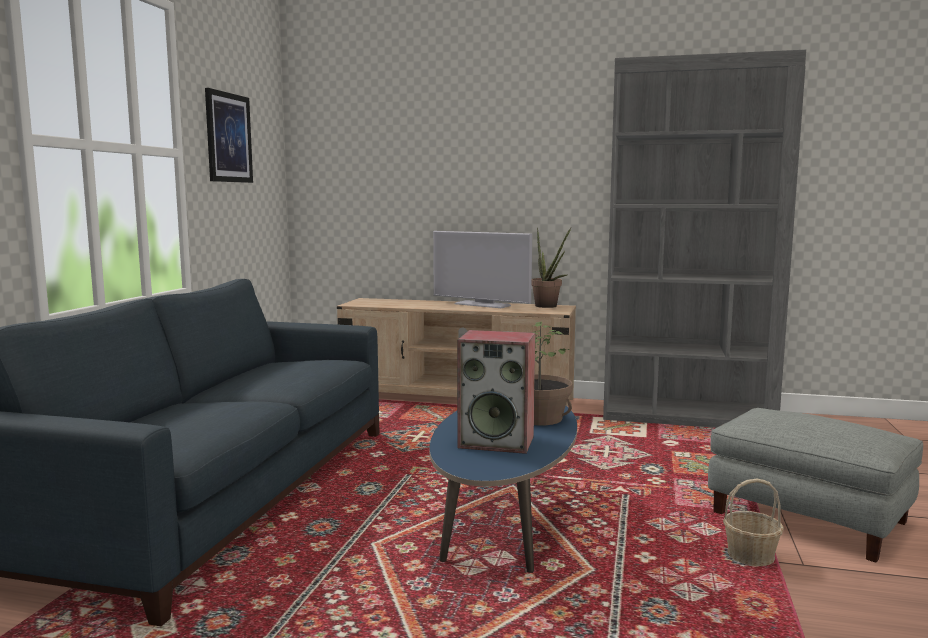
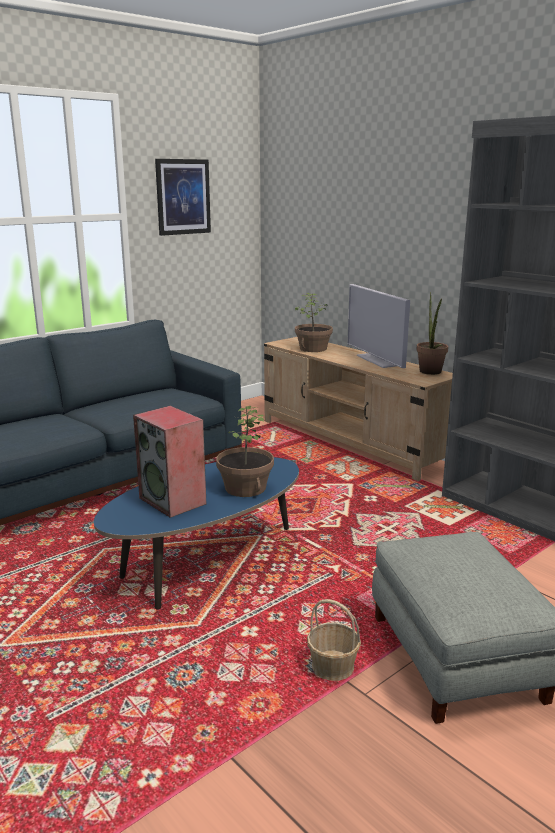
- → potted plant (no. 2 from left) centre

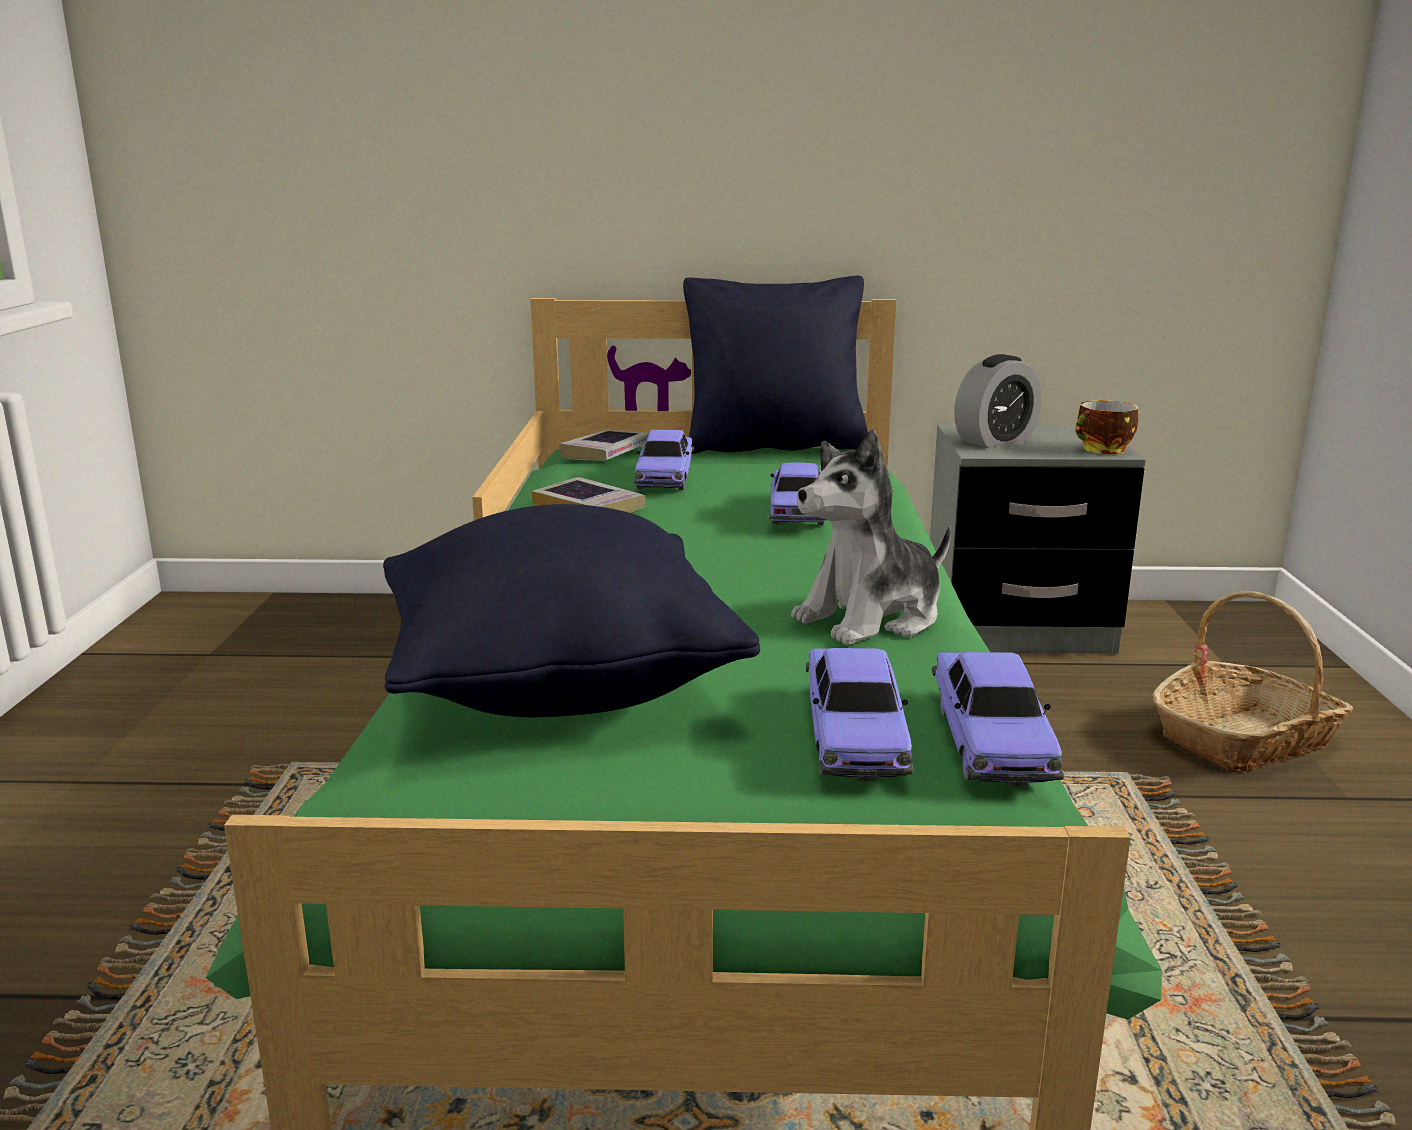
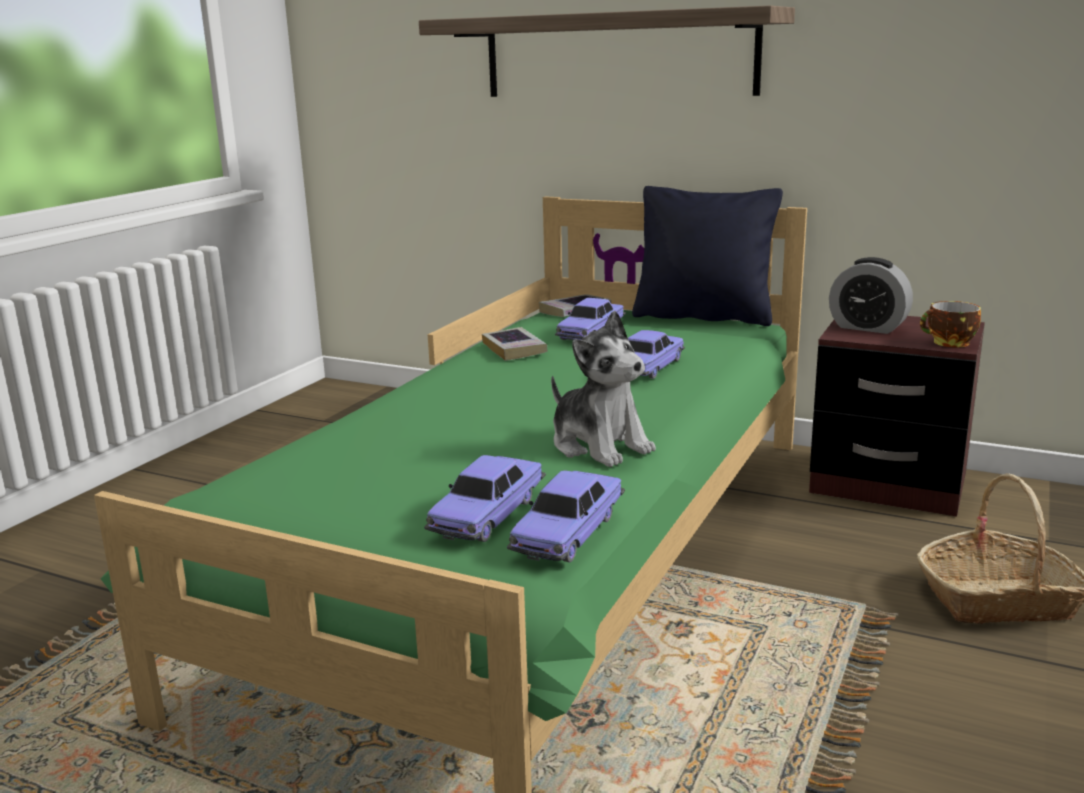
pillow in black (no. 1 from left) centre → -
soft toy centre, 120 degrees counterclockwise
nightstand in greyish middle right → nightstand in brownish middle right
table clock middle right, 45 degrees clockwise
- → bracket shelf top centre

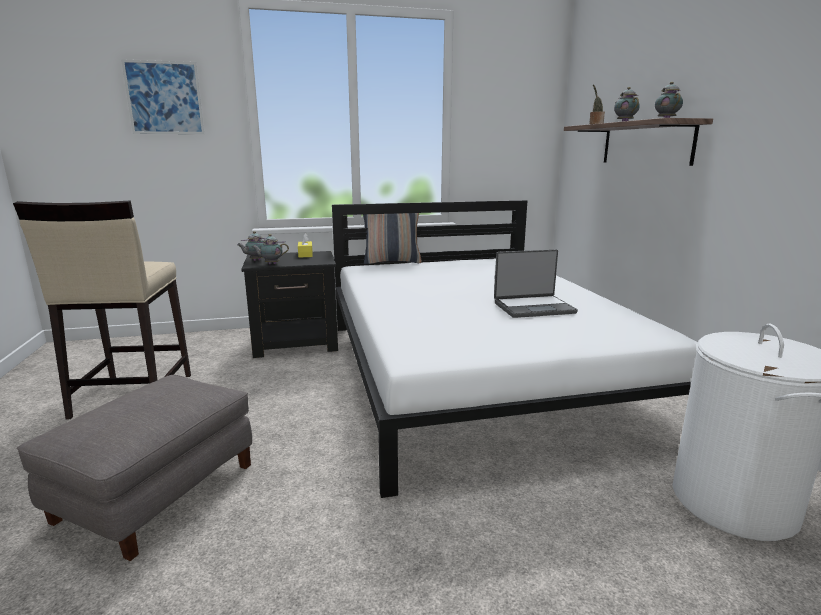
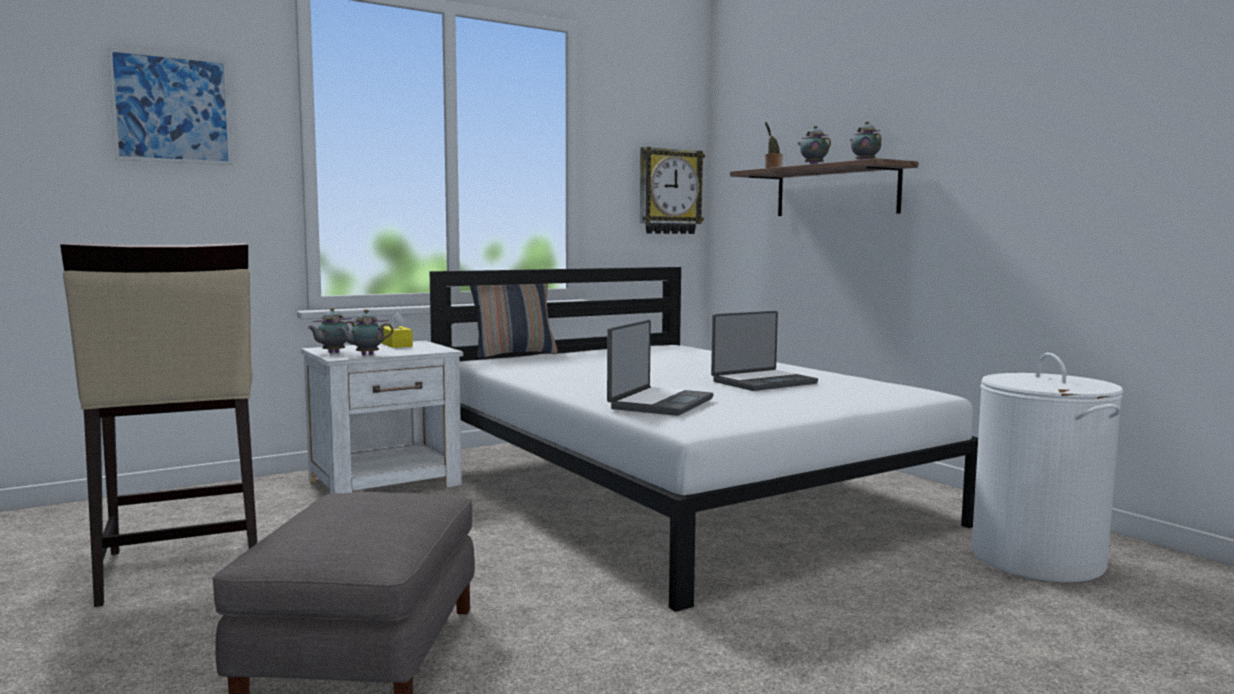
nightstand in black centre → nightstand in white-coloured middle left
- → notebook computer (no. 1 from left) centre
- → wall clock top centre

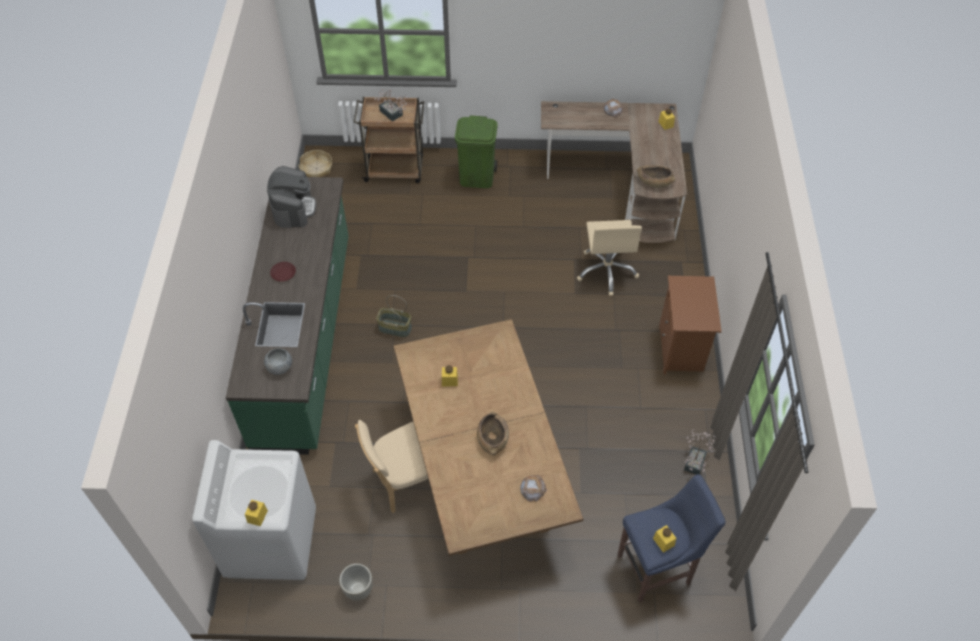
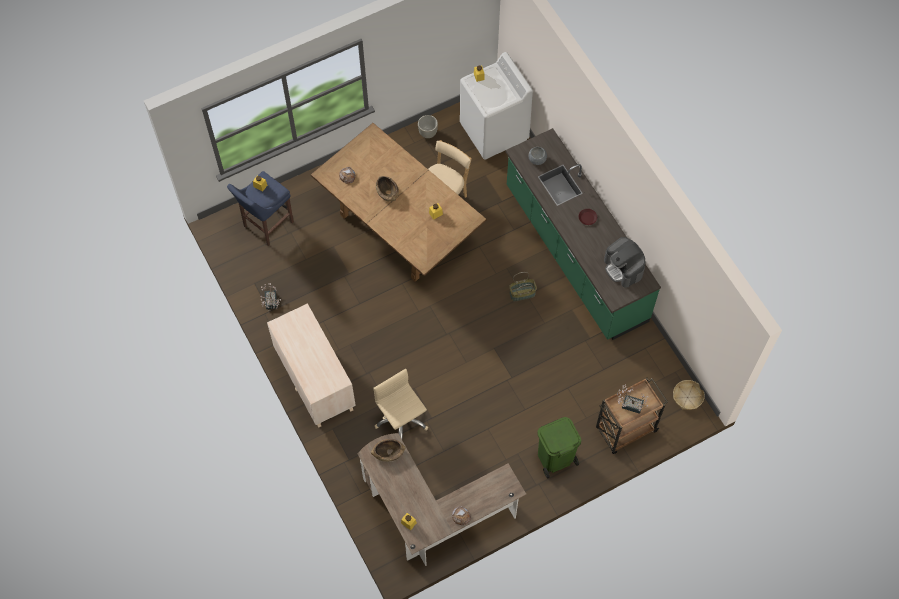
nightstand in brownish middle right → dresser in sand-coloured centre

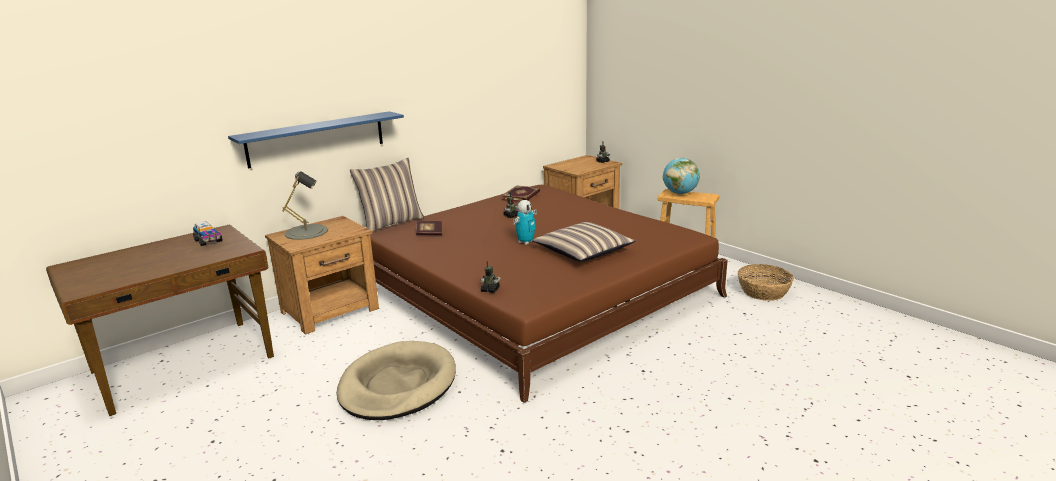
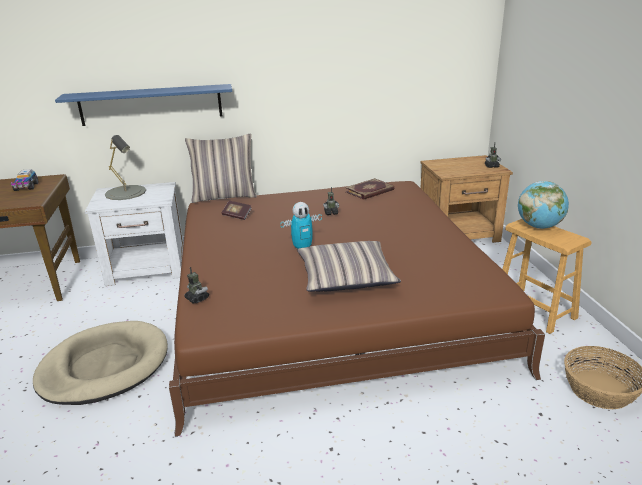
nightstand in brownish (no. 1 from left) middle left → nightstand in white-coloured middle left

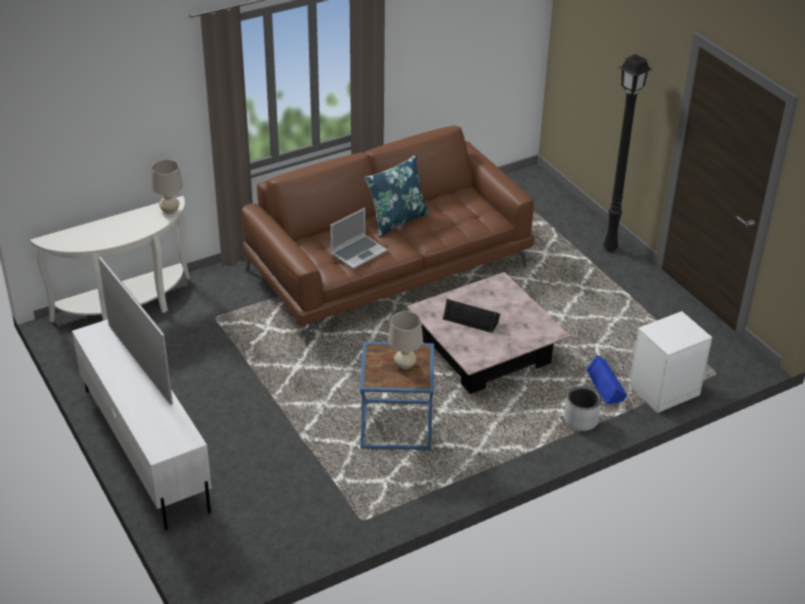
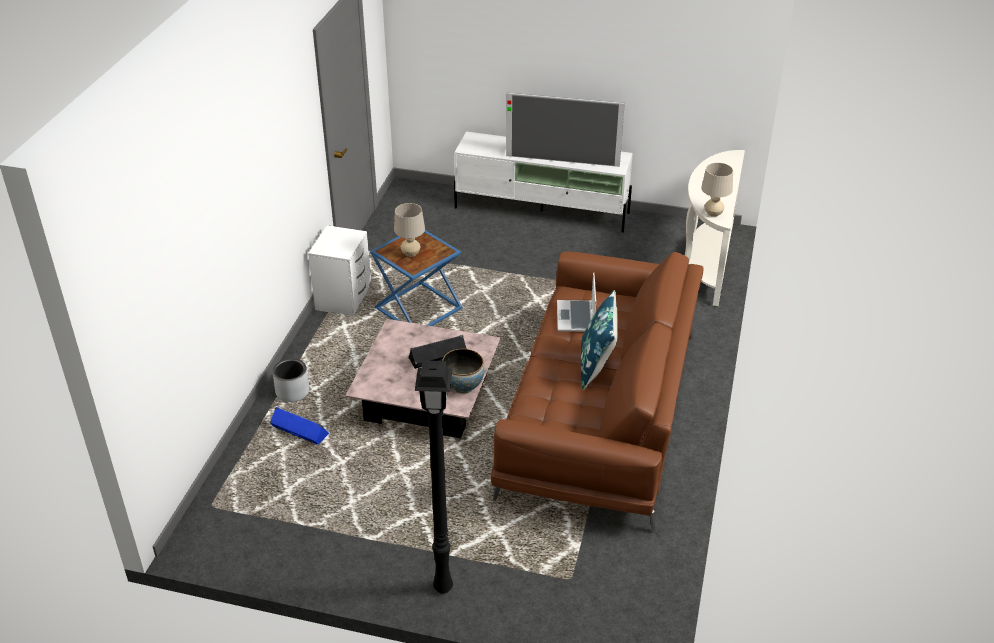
nightstand in white-coloured middle right → nightstand in white-coloured centre, relocated
- → serving bowl centre

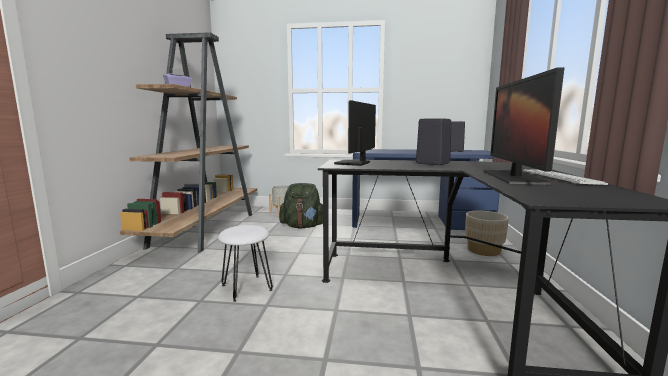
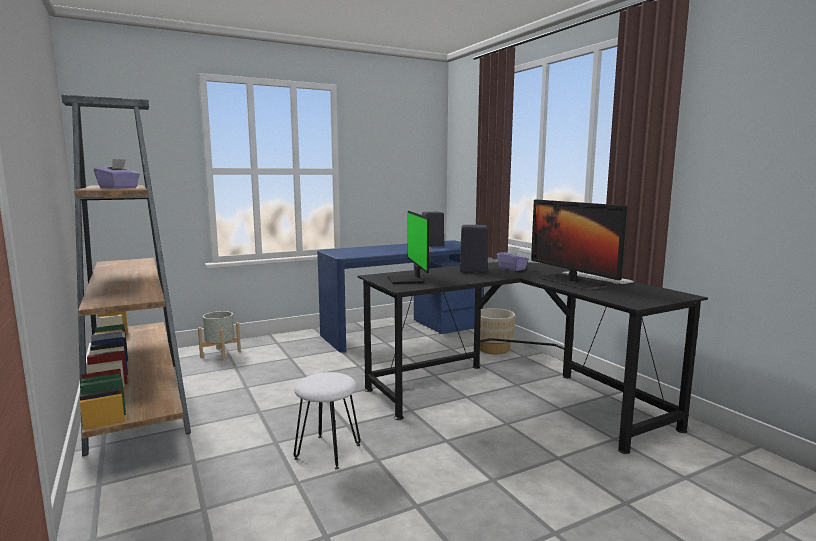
rucksack in greenish centre → -
- → tissue holder in purple (no. 2 from left) centre

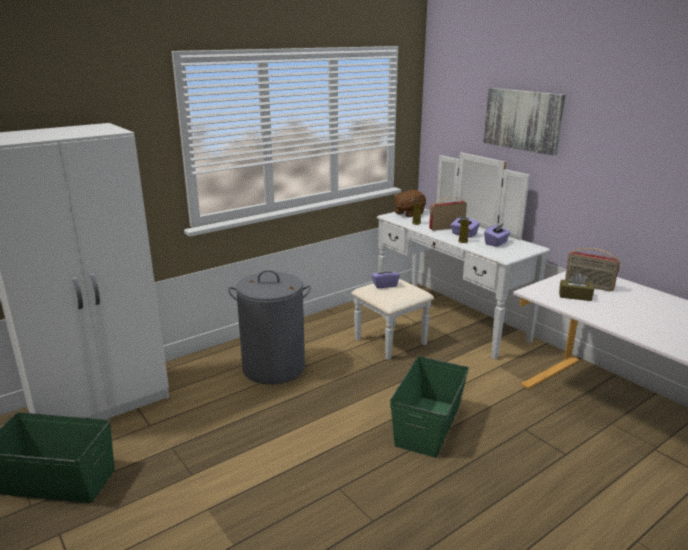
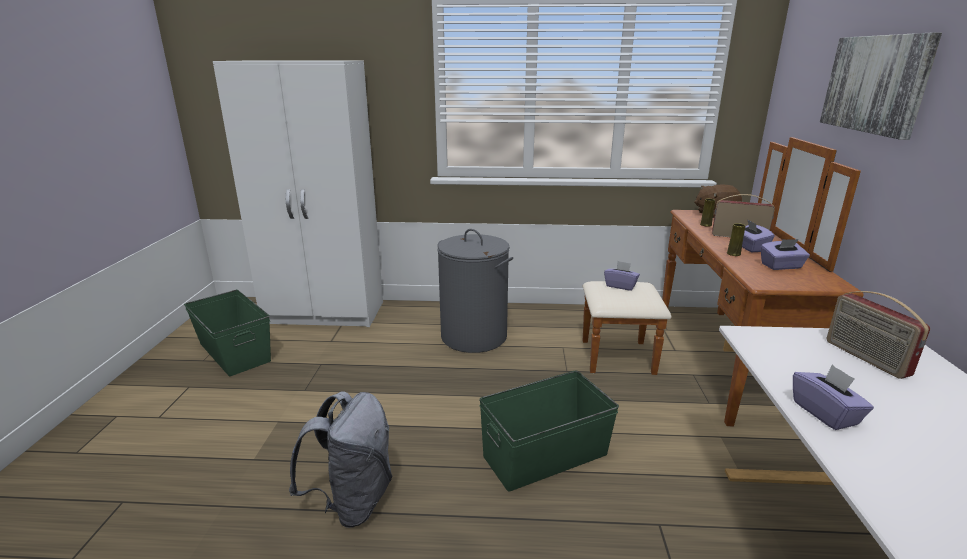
dresser in white-coloured centre → dresser in brownish middle right
tissue holder in brownish middle right → -
- → rucksack in greyish bottom centre
- → tissue holder in purple (no. 4 from left) bottom right

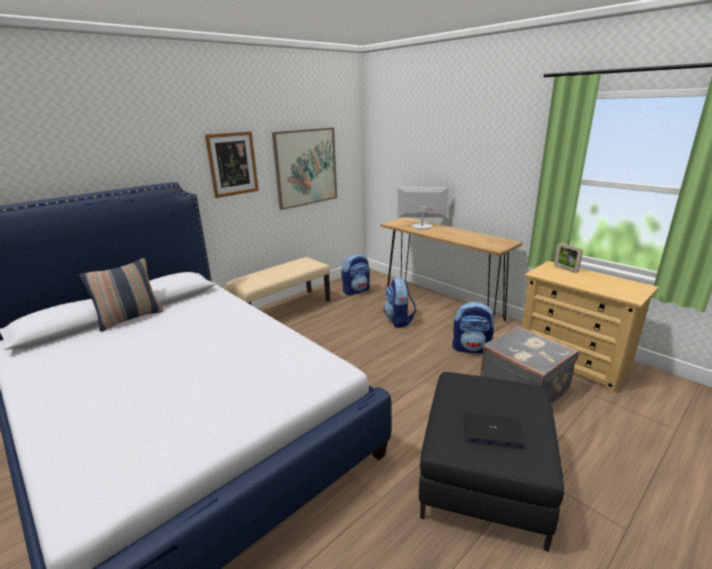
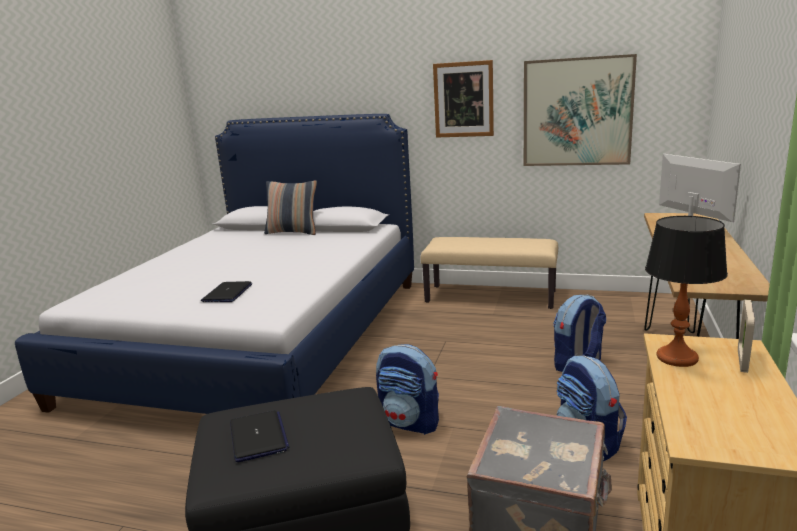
rucksack (no. 1 from left) centre → rucksack (no. 1 from left) bottom centre, relocated
- → notebook computer (no. 1 from left) middle left
- → table lamp middle right

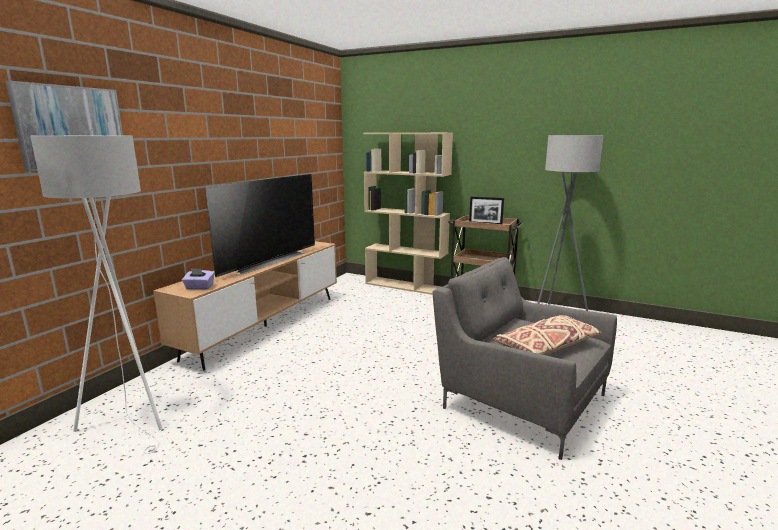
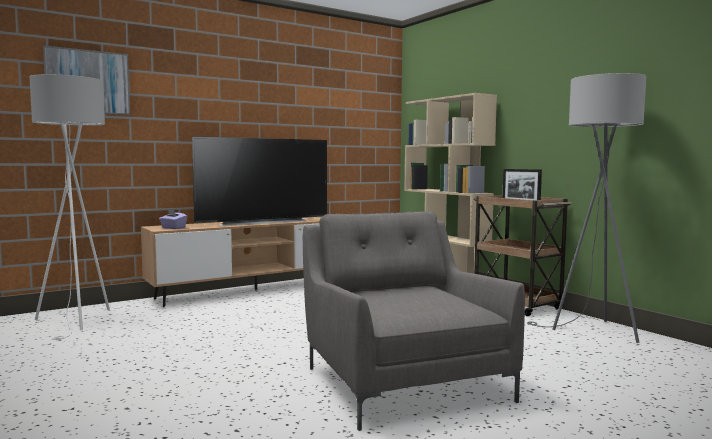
pillow in sand-coloured middle right → -

